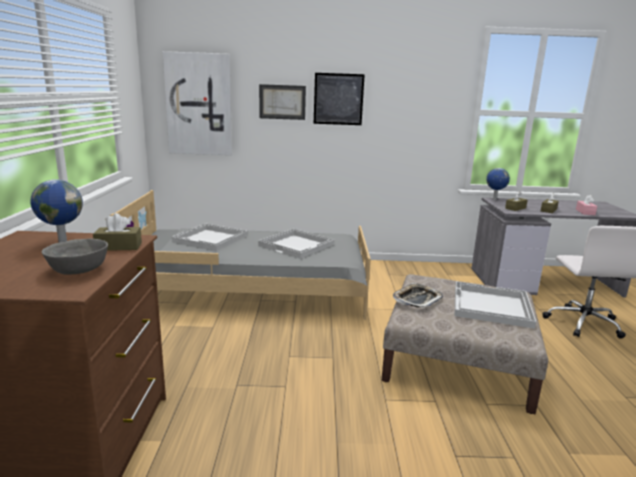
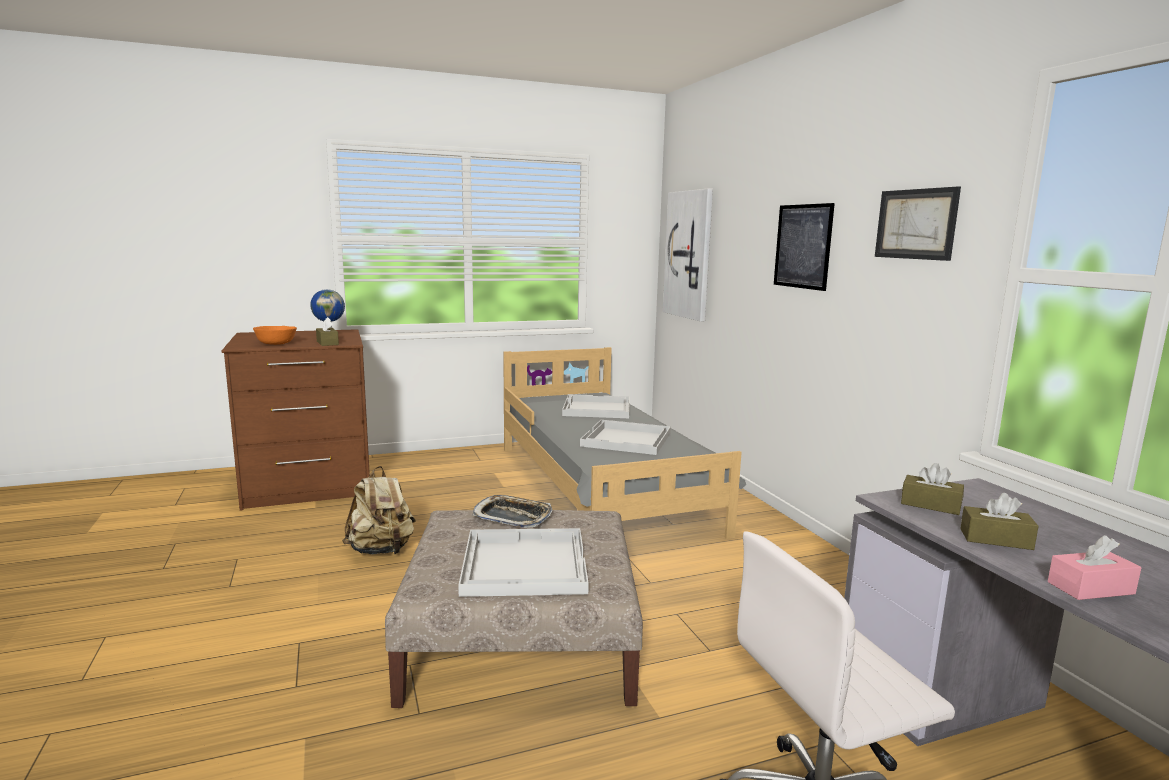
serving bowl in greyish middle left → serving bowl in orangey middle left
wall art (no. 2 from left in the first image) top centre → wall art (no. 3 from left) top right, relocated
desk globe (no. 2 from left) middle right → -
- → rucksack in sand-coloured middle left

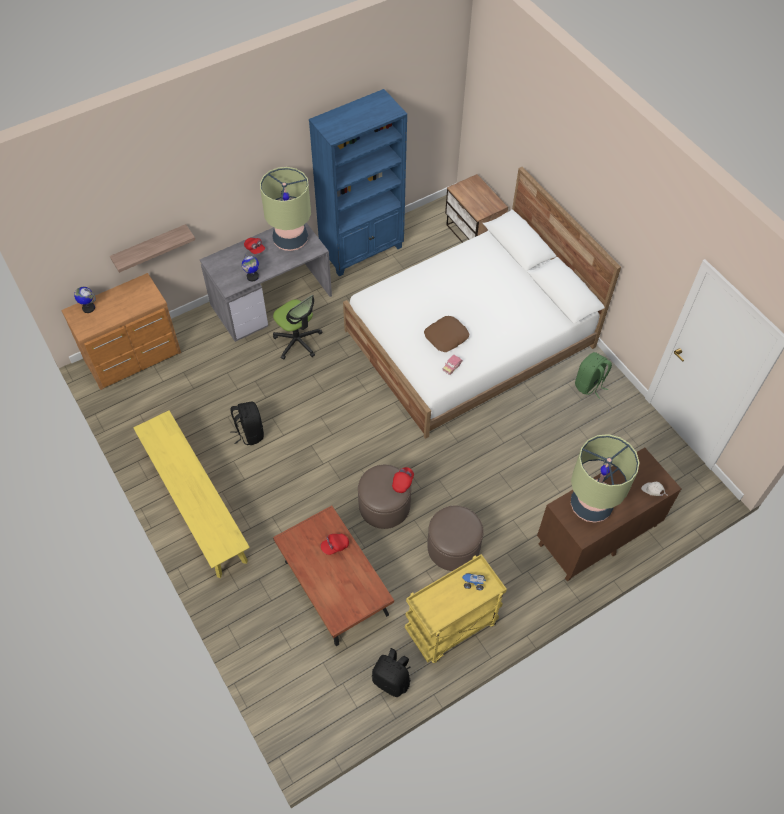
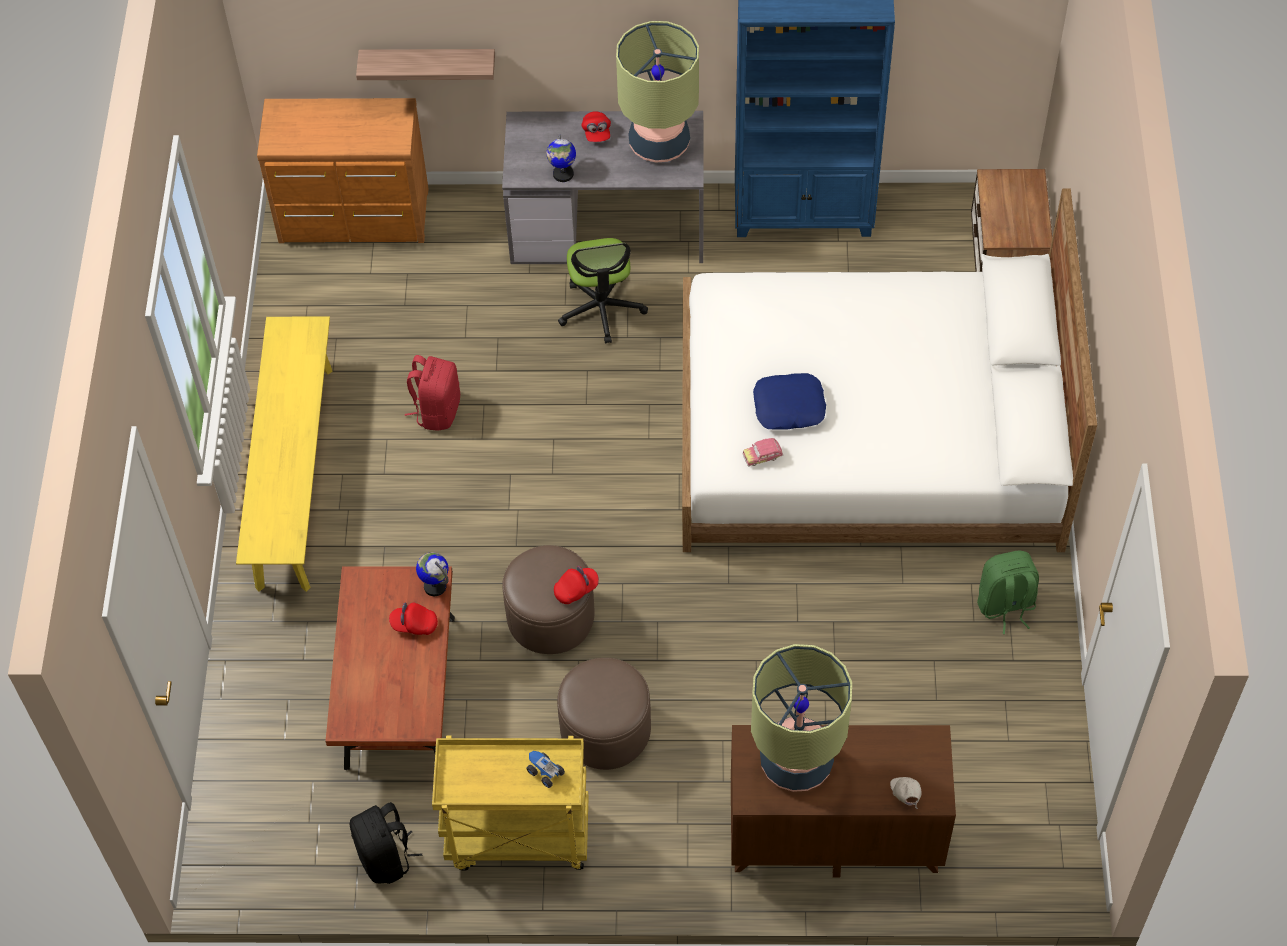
desk globe (no. 1 from left) middle left → desk globe (no. 1 from left) centre, relocated
rucksack in black (no. 1 from left) middle left → rucksack in red-coloured centre
pillow in brownish centre → pillow in blue-coloured centre

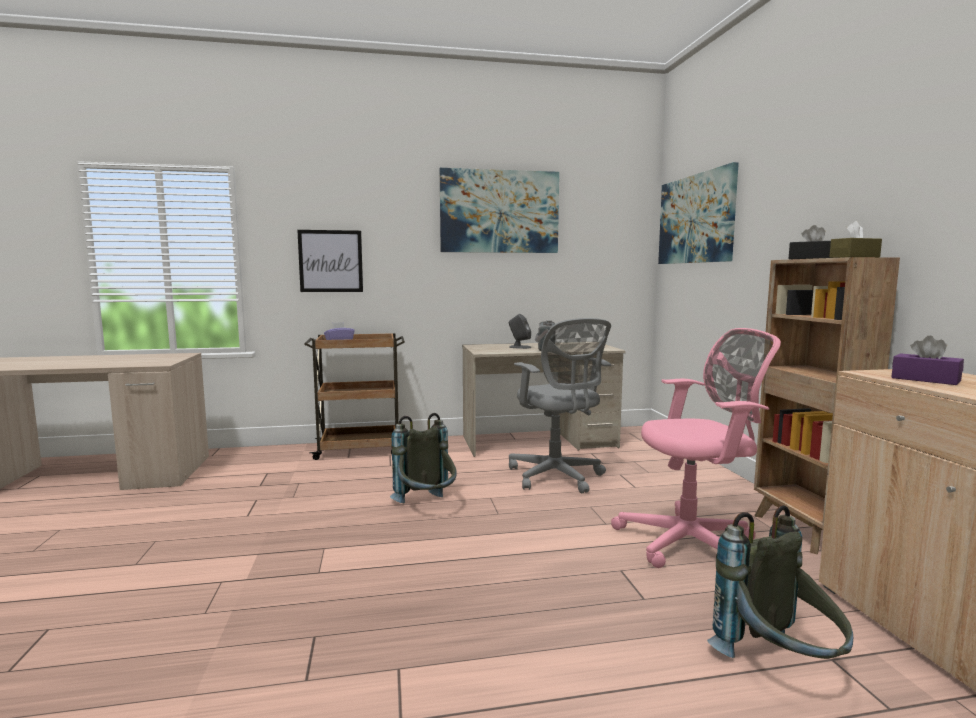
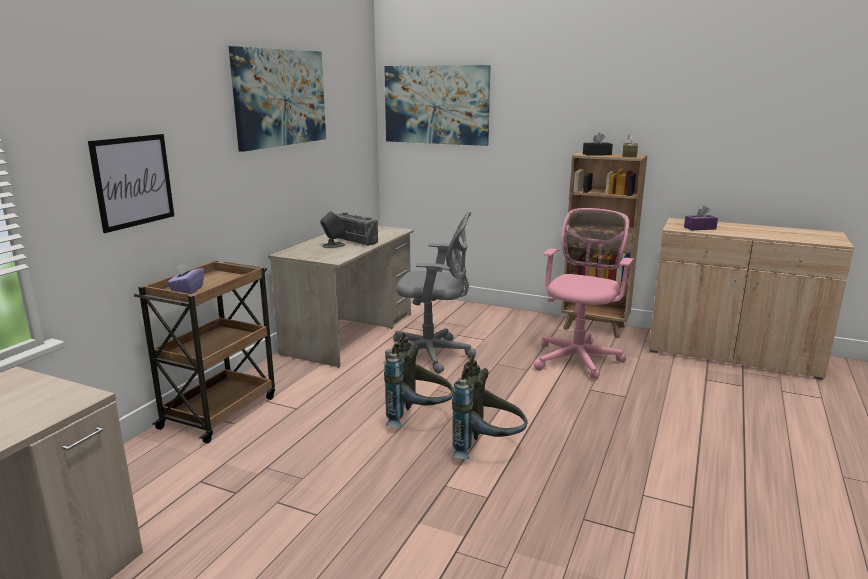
rucksack in greyish (no. 2 from left) bottom right → rucksack in greyish (no. 2 from left) bottom centre, relocated

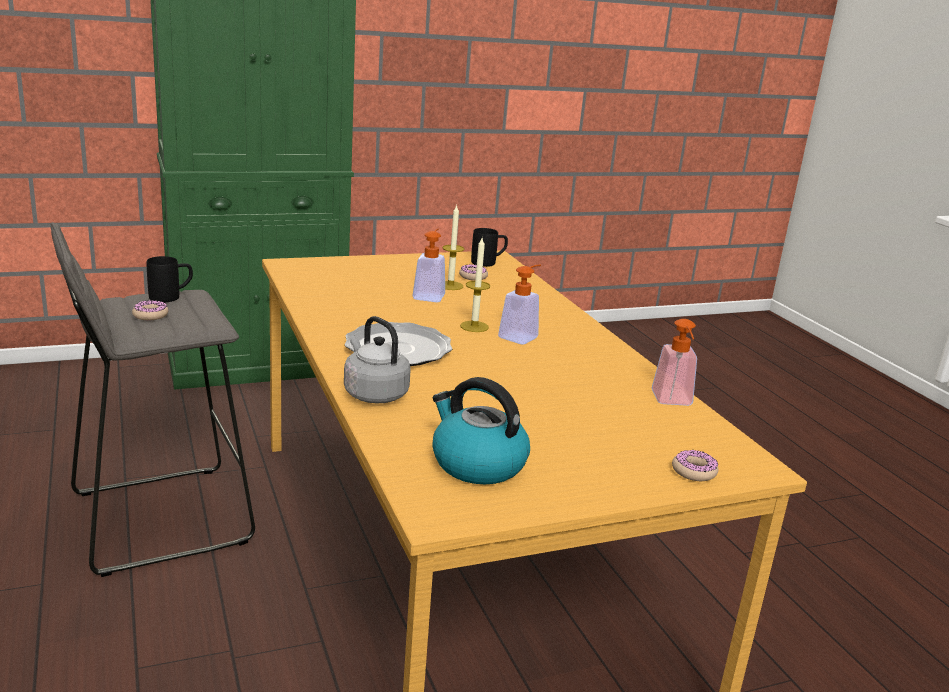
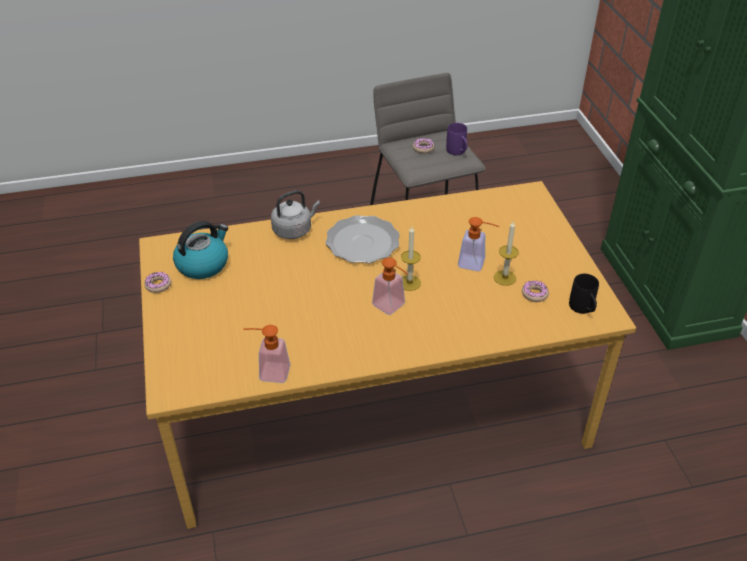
coffee mug in black (no. 1 from left) middle left → coffee mug in purple top centre
doughnut (no. 3 from left in the first image) bottom right → doughnut (no. 1 from left) middle left, relocated

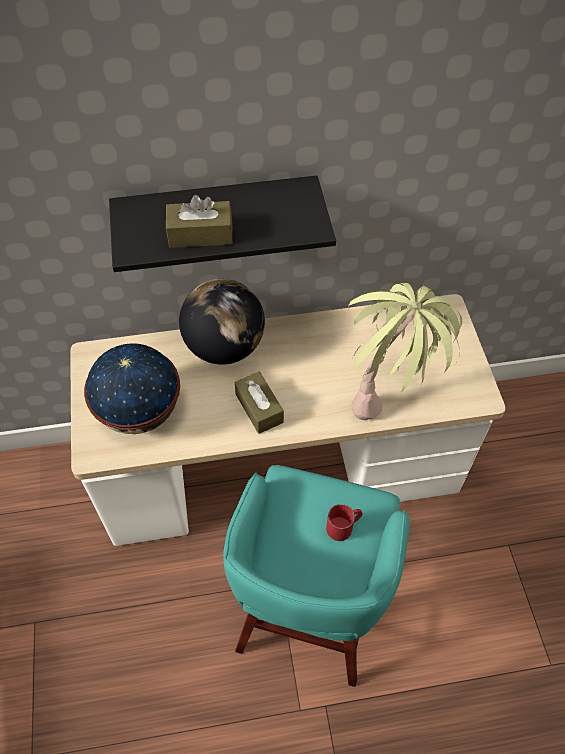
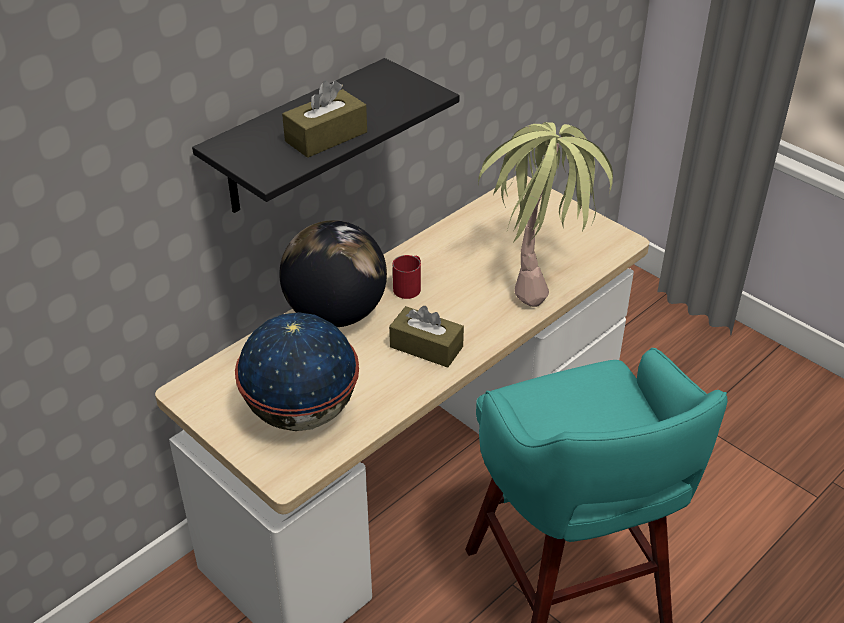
coffee mug in red-coloured bottom centre → coffee mug in red-coloured centre, relocated

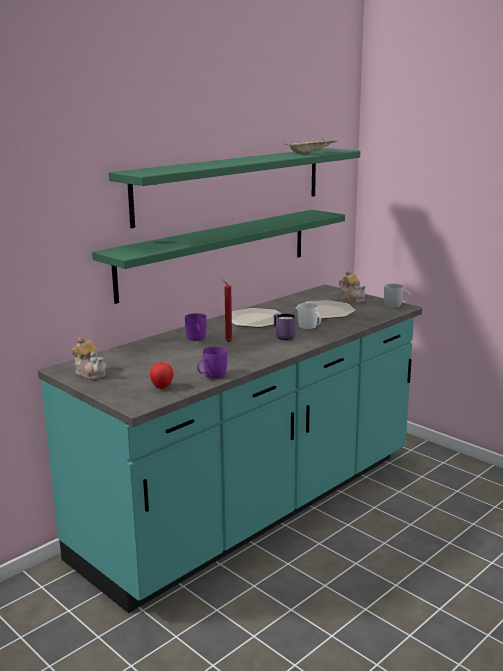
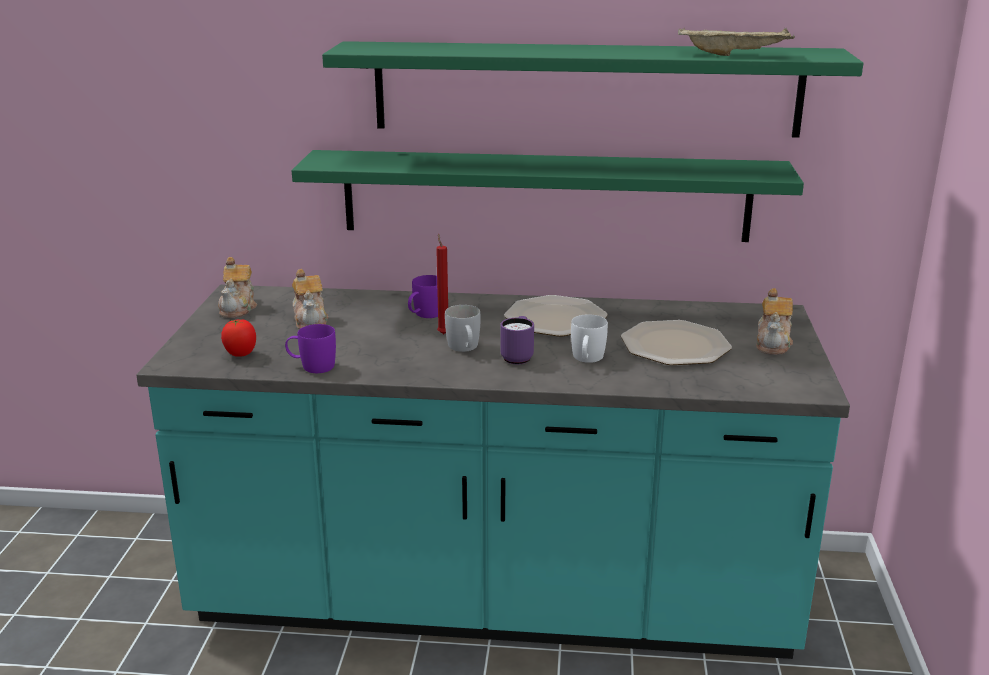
coffee mug in white-coloured (no. 2 from left in the first image) middle right → coffee mug in white-coloured (no. 1 from left) centre, relocated
- → tea pot (no. 2 from left) middle left

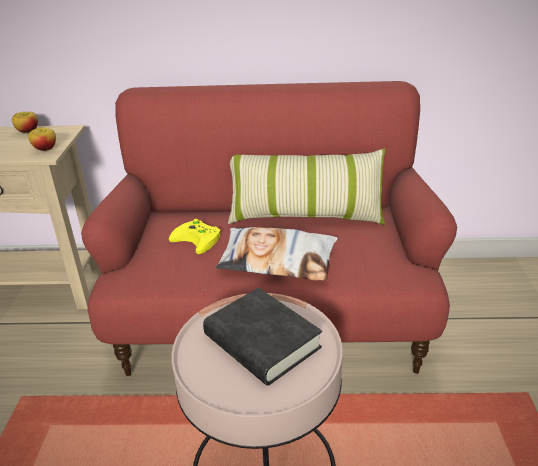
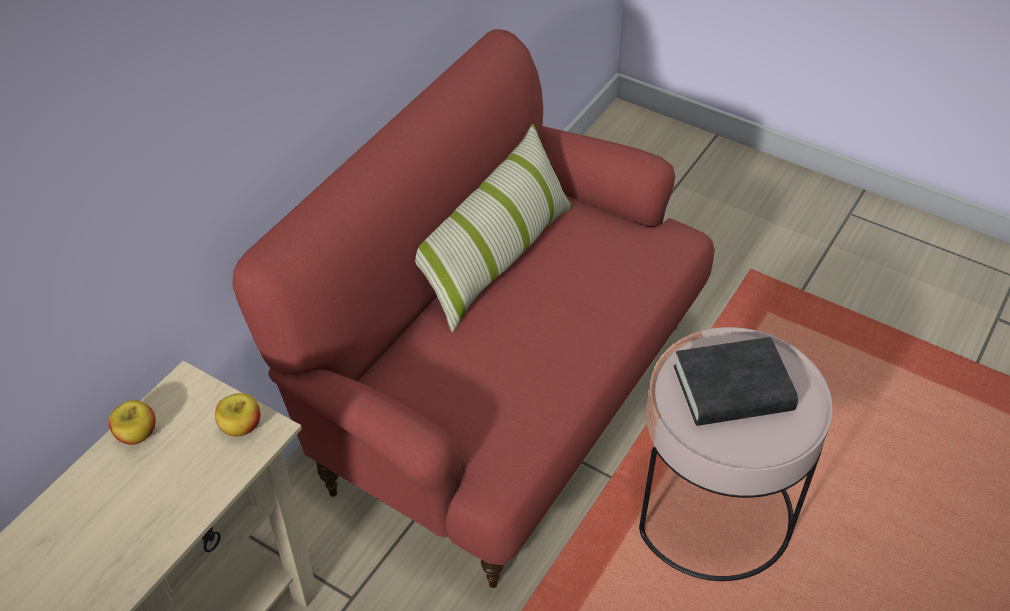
joypad in yellowish centre → -
pillow (no. 1 from left) centre → -

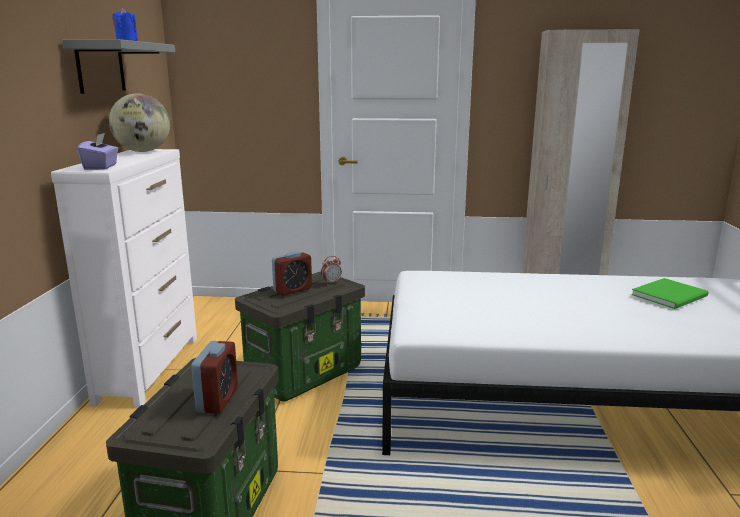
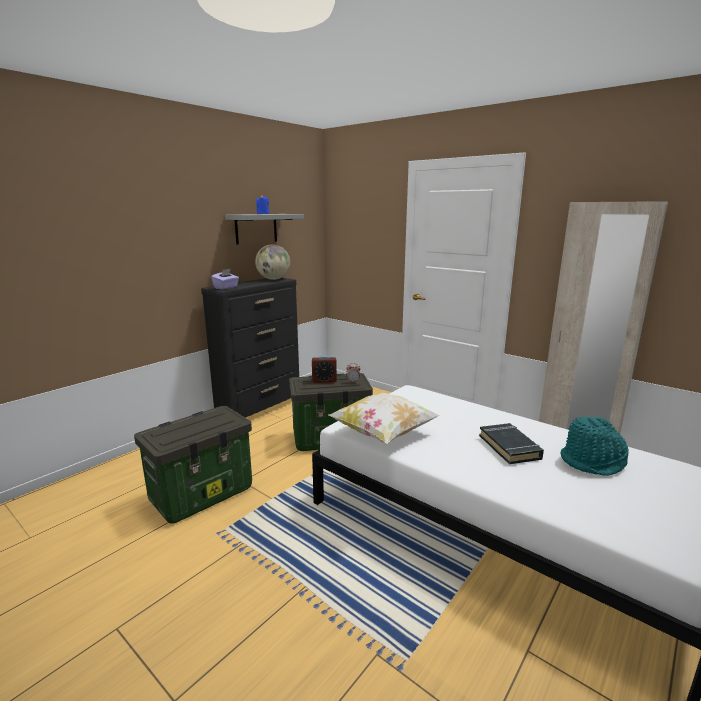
dresser in white-coloured middle left → dresser in black centre
table clock (no. 1 from left) bottom left → -
bound book in greenish middle right → hat in blue-green middle right
- → pillow centre
- → bound book in black middle right

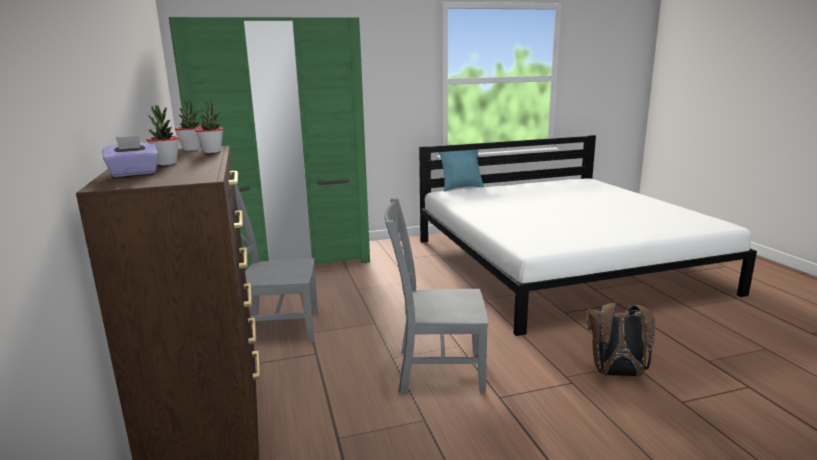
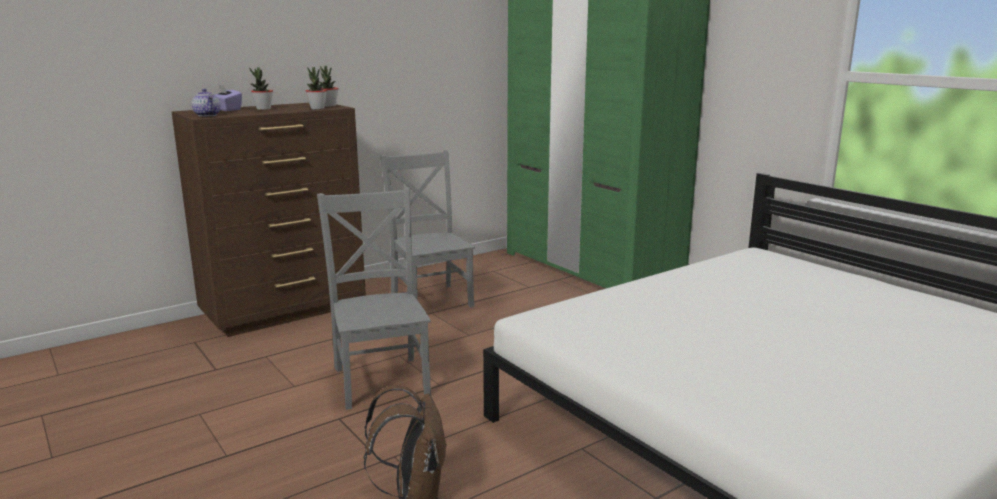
pillow in blue-green centre → -
- → tea pot top left

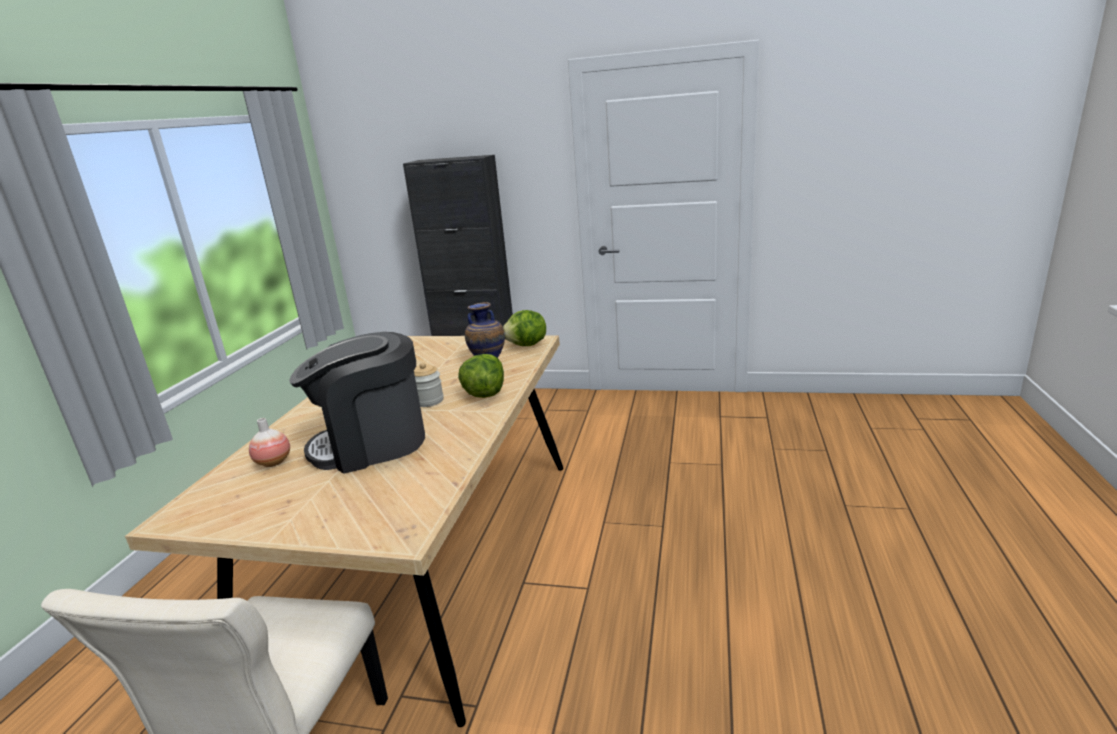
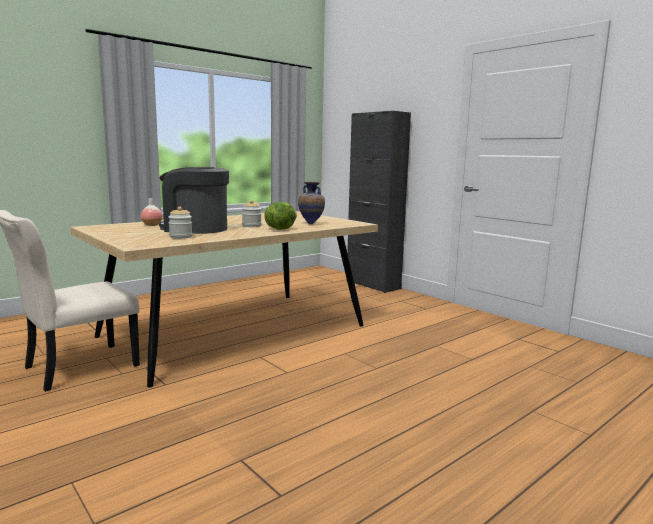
lettuce head (no. 2 from left) centre → -
- → preserve jar (no. 1 from left) middle left

